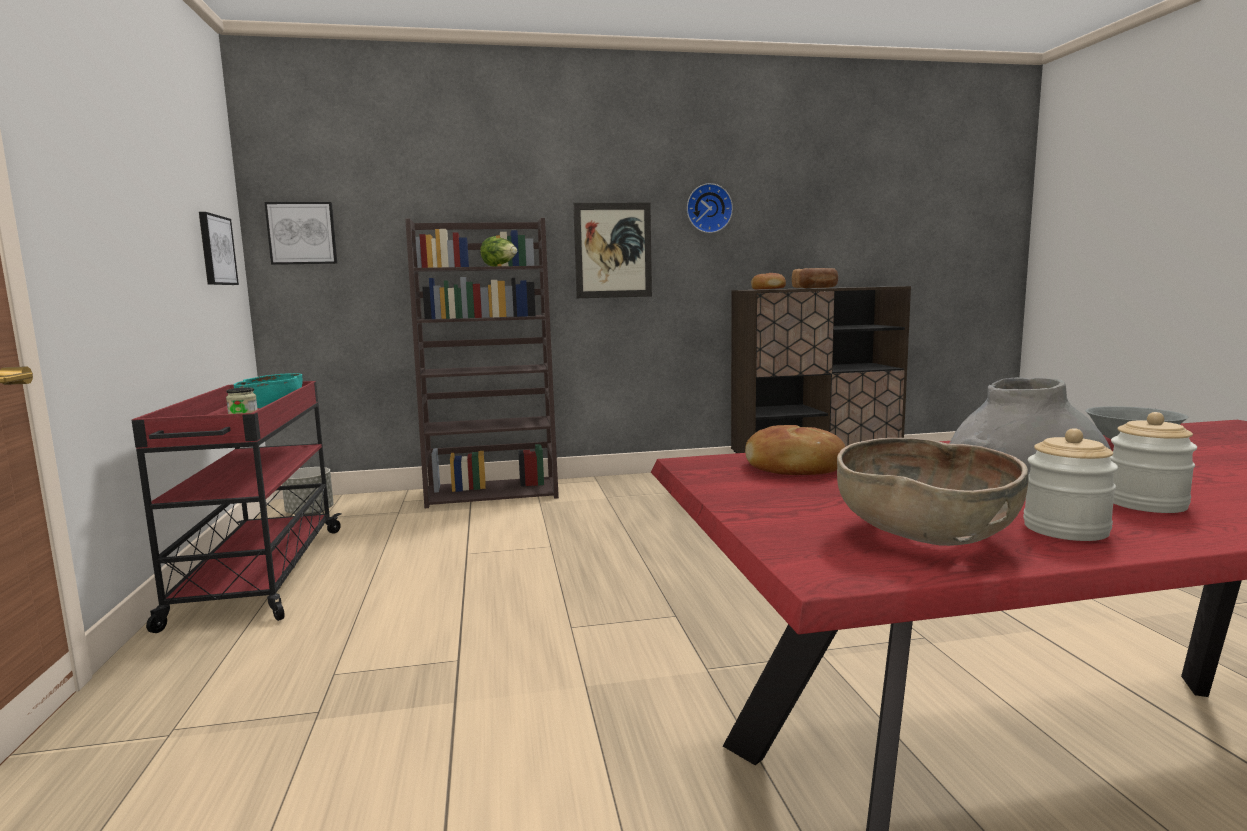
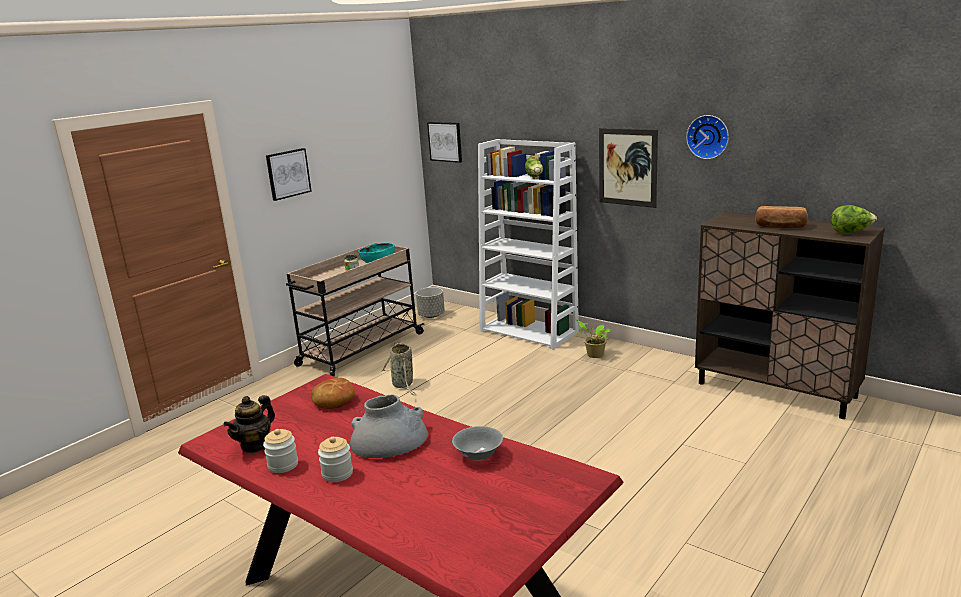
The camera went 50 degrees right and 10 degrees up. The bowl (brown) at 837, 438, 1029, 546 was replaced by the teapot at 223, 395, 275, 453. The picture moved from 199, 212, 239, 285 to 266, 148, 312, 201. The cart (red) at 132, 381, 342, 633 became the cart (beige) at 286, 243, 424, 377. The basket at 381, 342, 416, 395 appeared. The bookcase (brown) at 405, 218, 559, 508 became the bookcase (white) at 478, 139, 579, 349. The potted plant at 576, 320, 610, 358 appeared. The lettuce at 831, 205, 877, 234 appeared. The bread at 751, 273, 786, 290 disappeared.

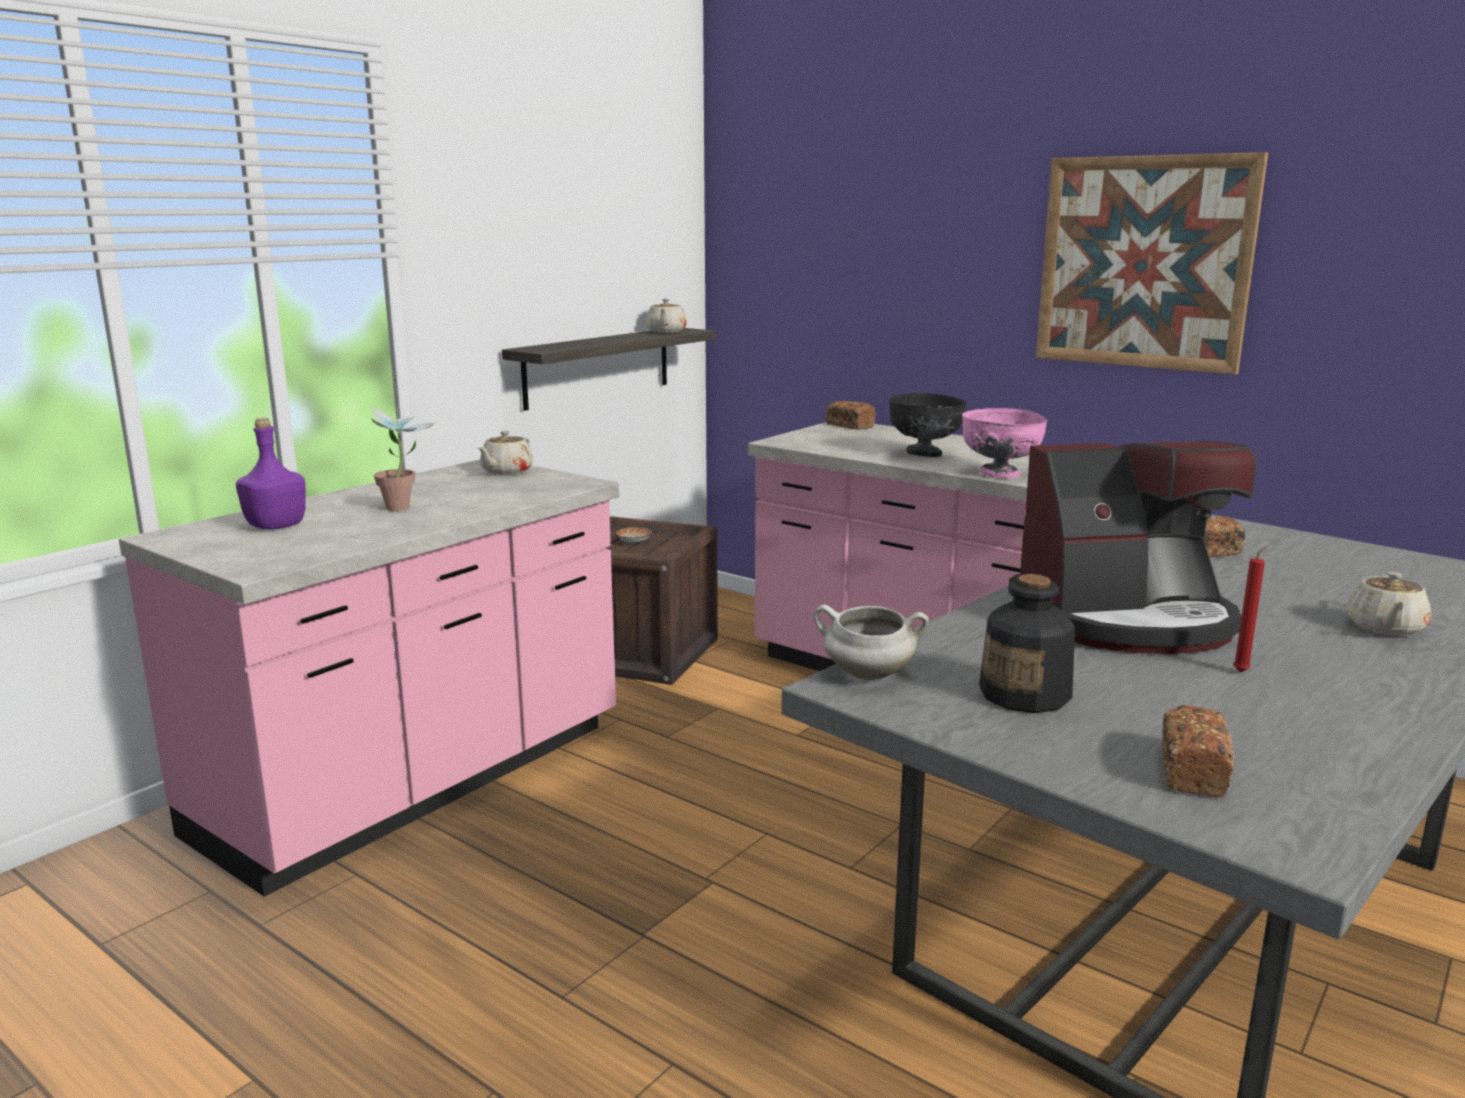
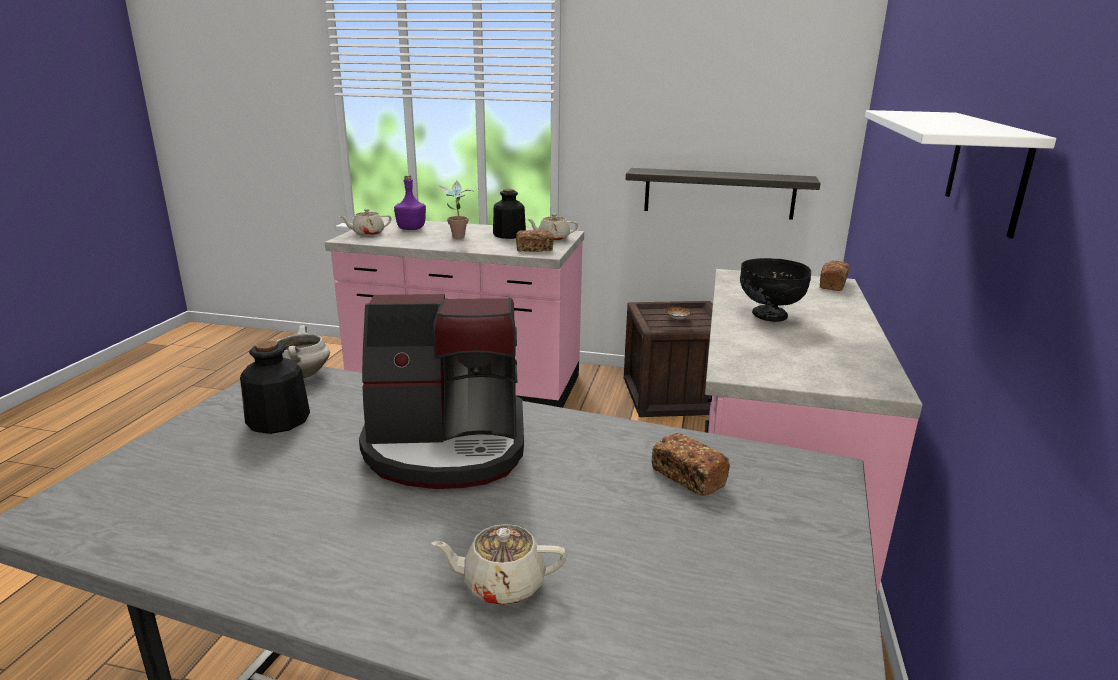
The camera went 65 degrees right and 5 degrees up. The teapot (beige) moved from 646, 299, 687, 333 to 339, 209, 392, 236. The coffee machine at 1008, 441, 1256, 654 turned 60 degrees counterclockwise. The bottle at 493, 189, 526, 239 appeared. The bread moved from 1162, 705, 1235, 798 to 516, 230, 553, 252. The picture at 1036, 152, 1268, 375 was replaced by the shelf (white) at 865, 110, 1056, 238. The bowl (pink) at 962, 408, 1047, 478 disappeared. The candle (red) at 1233, 545, 1268, 672 disappeared.

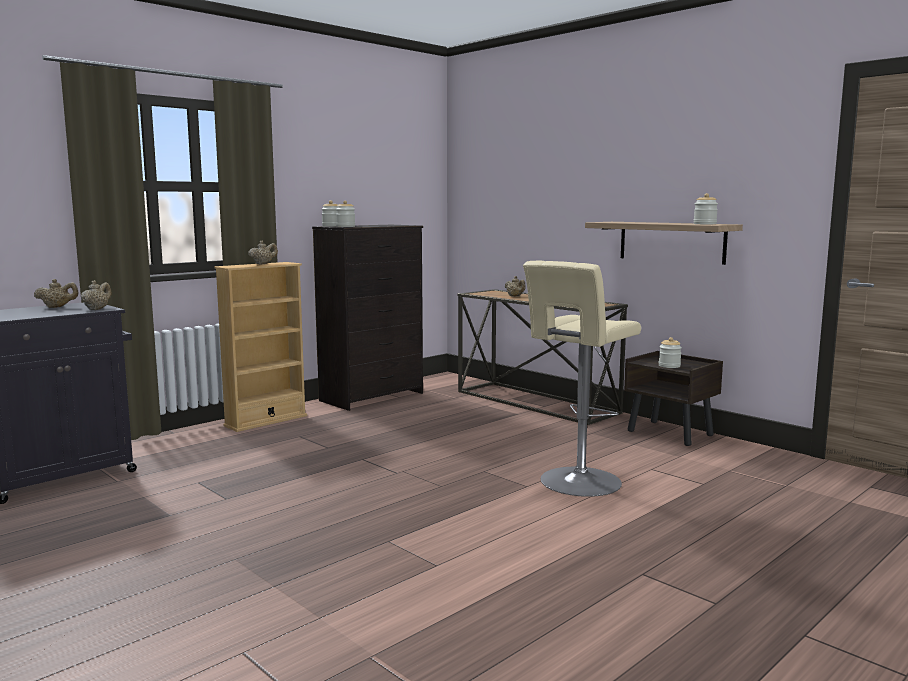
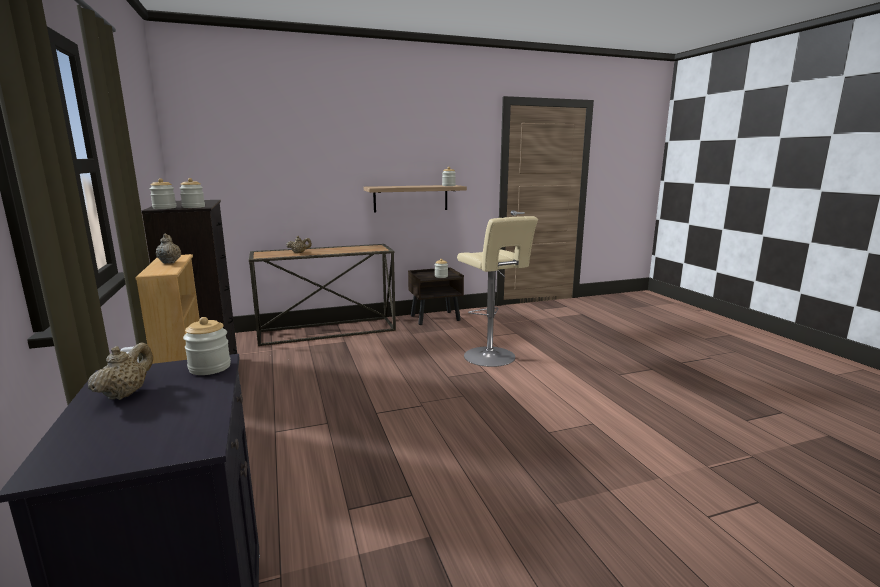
The camera went 65 degrees left and 5 degrees up. The teapot (beige) at 81, 280, 111, 310 was replaced by the jar at 183, 317, 231, 375.

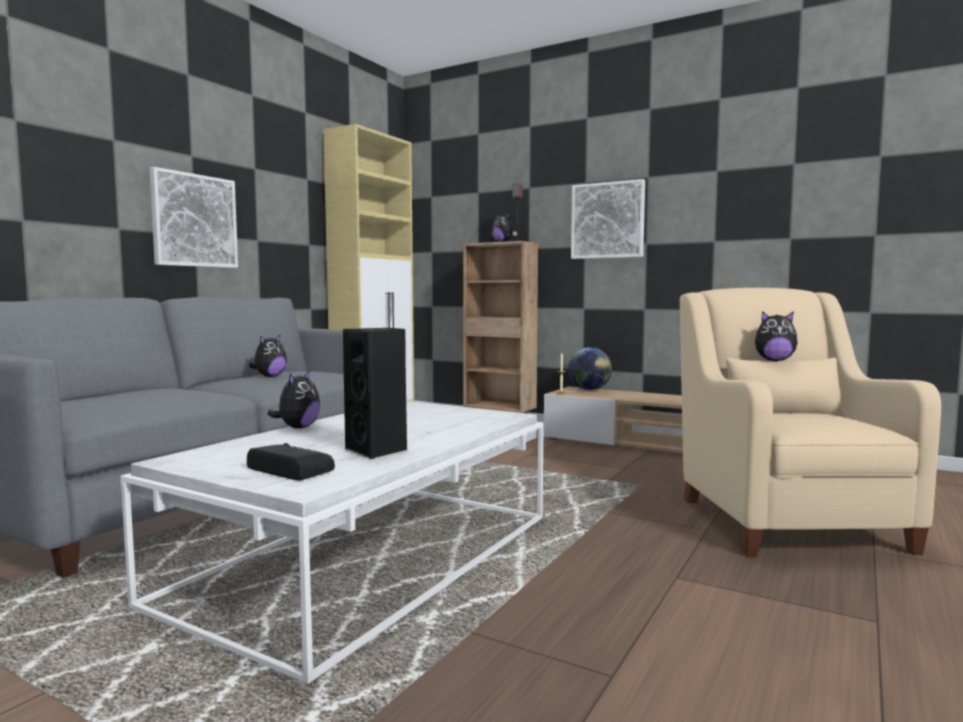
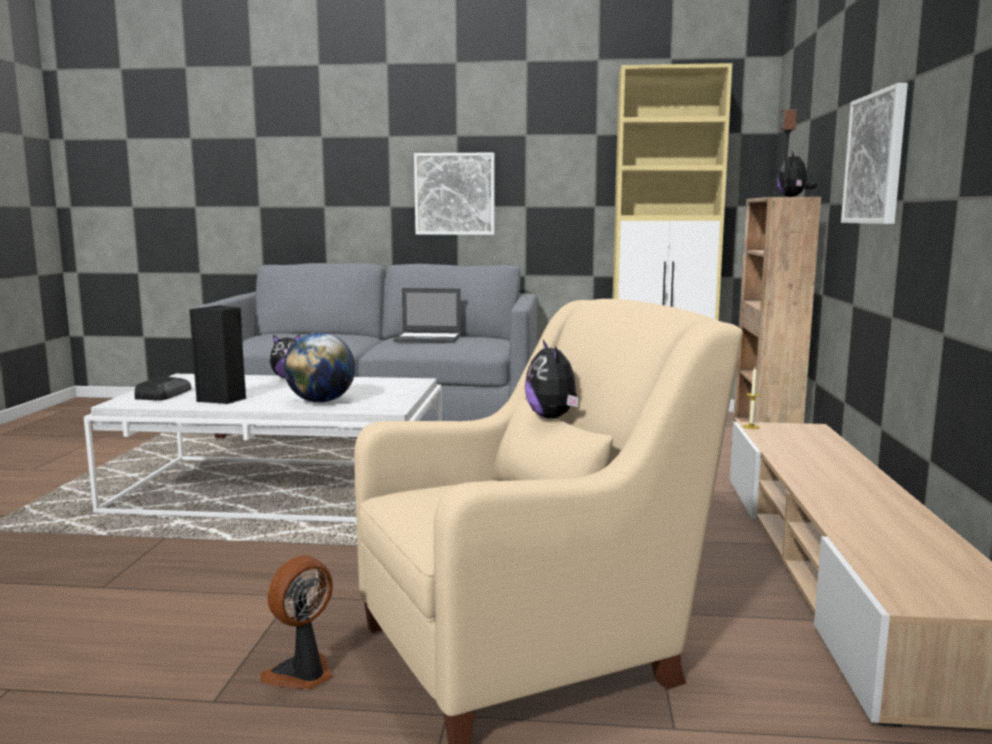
The camera went 65 degrees right and 5 degrees up. The fan at 260, 555, 333, 689 appeared. The globe moved from 568, 347, 612, 390 to 284, 333, 355, 403. The plush toy at 249, 335, 287, 377 was replaced by the laptop at 393, 288, 461, 343.

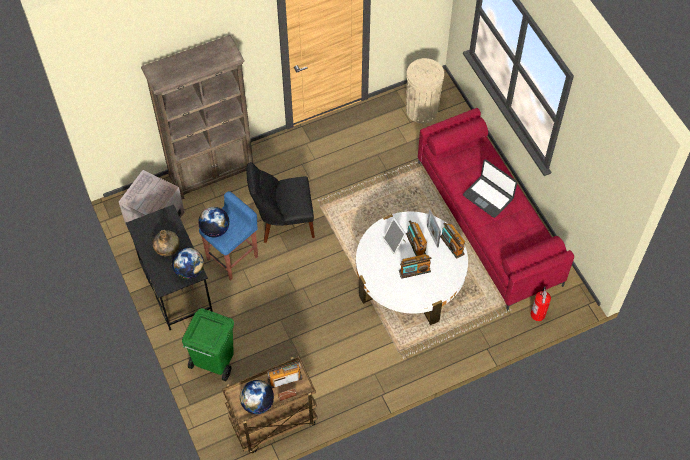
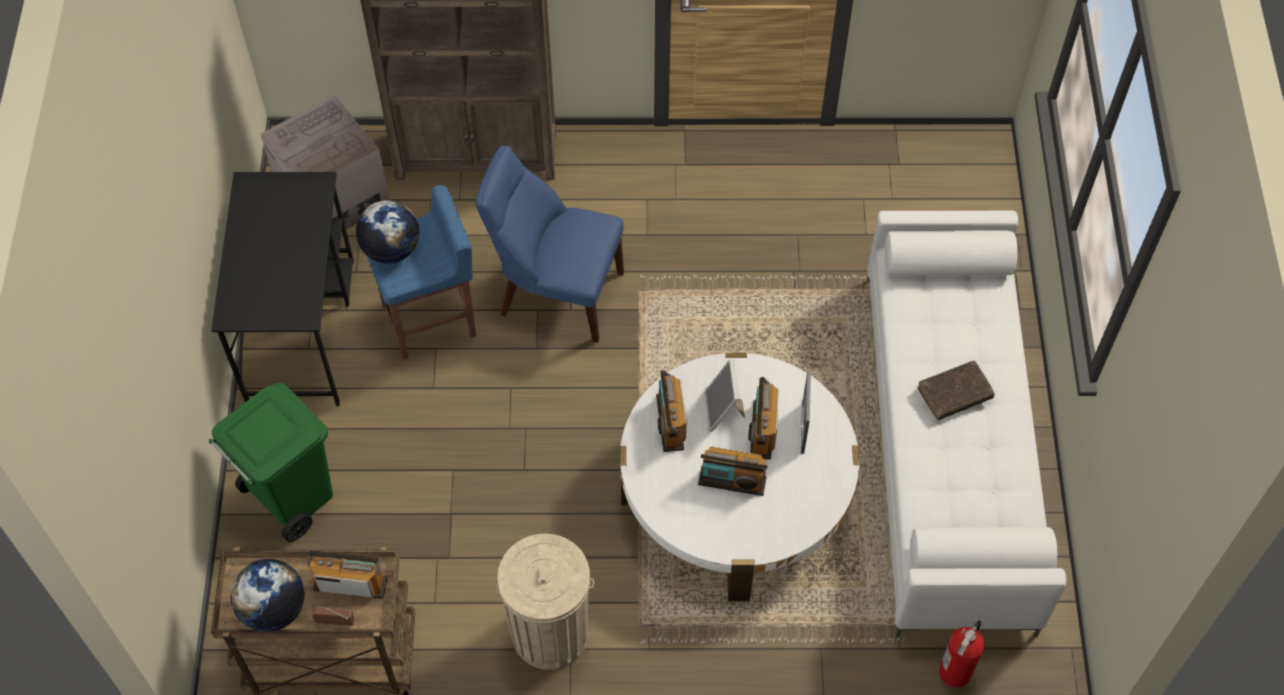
The camera went 25 degrees right and 0 degrees up. The chair (black) at 247, 162, 315, 243 became the chair (blue) at 476, 146, 624, 343. The trash can (beige) moved from 406, 58, 444, 123 to 496, 534, 594, 670. The radio moved from 440, 223, 465, 259 to 656, 370, 687, 452. The sofa (red) at 418, 108, 574, 311 became the sofa (white) at 867, 211, 1067, 638. The laptop at 463, 159, 517, 218 was replaced by the book (brown) at 918, 361, 995, 420. The bottle (green) at 152, 230, 180, 256 disappeared. The globe at 172, 247, 204, 279 disappeared.

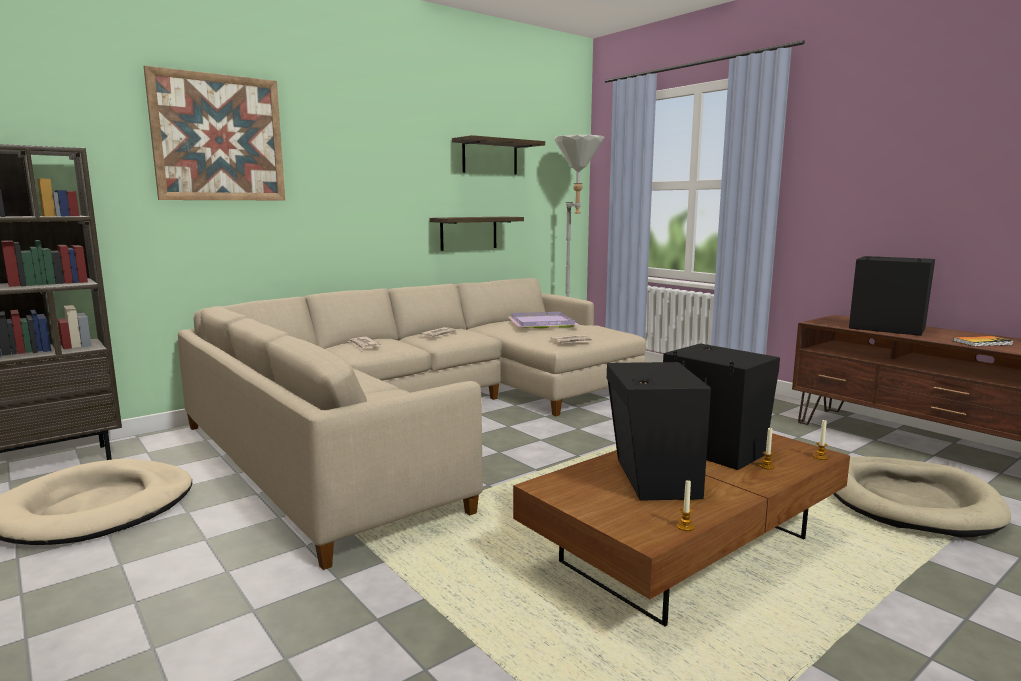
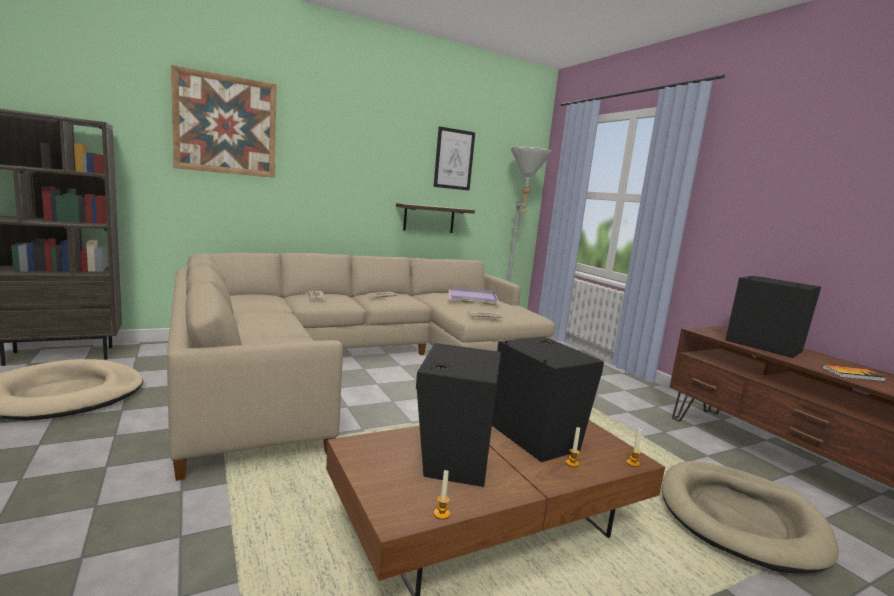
The camera went 10 degrees right and 0 degrees up. The shelf at 452, 135, 545, 175 was replaced by the picture at 434, 126, 475, 191.

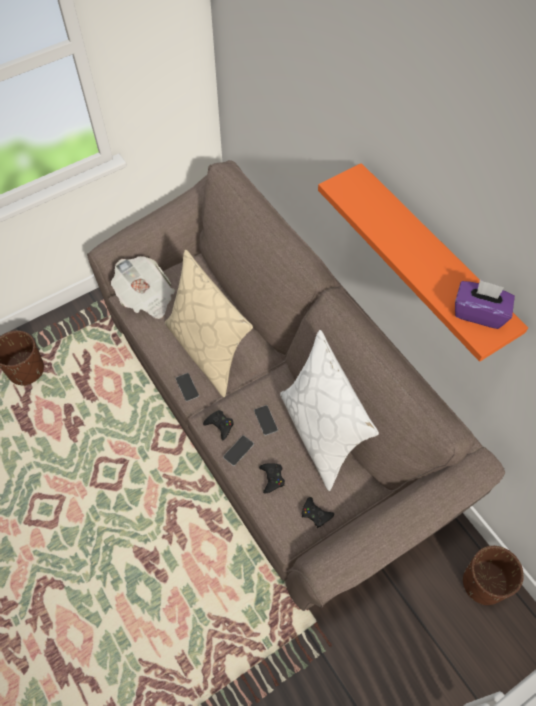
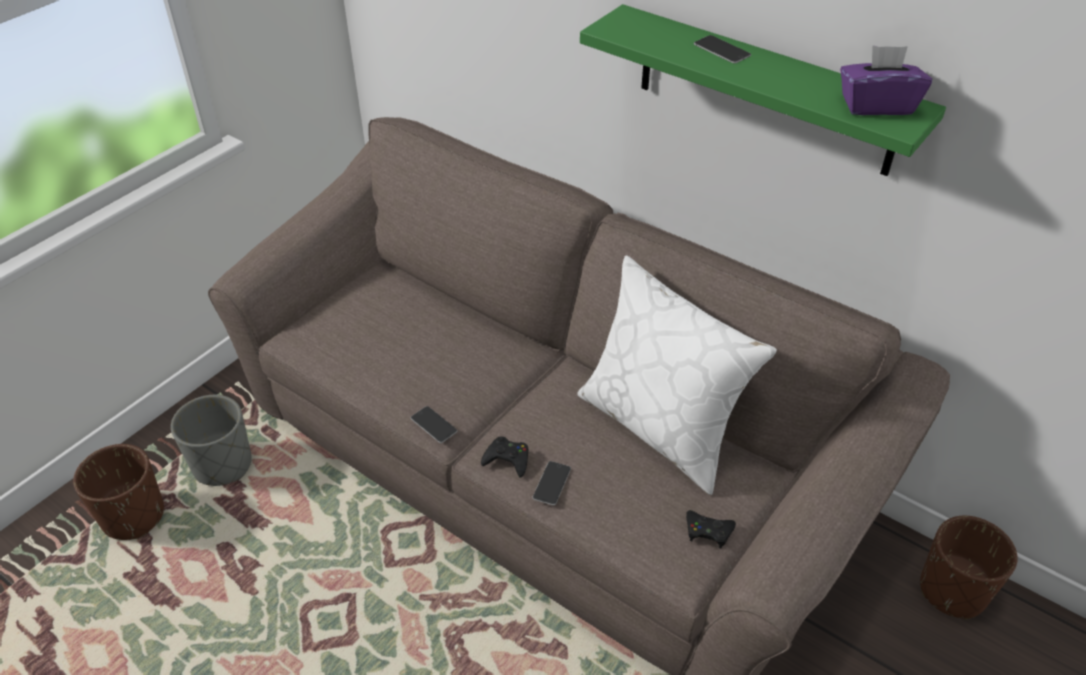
The camera went 20 degrees left and 15 degrees down. The planter (grey) at 171, 395, 252, 486 appeared. The shelf (orange) at 318, 163, 528, 362 became the shelf (green) at 580, 4, 946, 176. The phone moved from 254, 405, 278, 436 to 694, 35, 751, 64. The newspaper at 111, 256, 175, 319 disappeared. The pillow (beige) at 165, 250, 253, 397 disappeared. The game controller (black) at 259, 463, 285, 493 disappeared.

